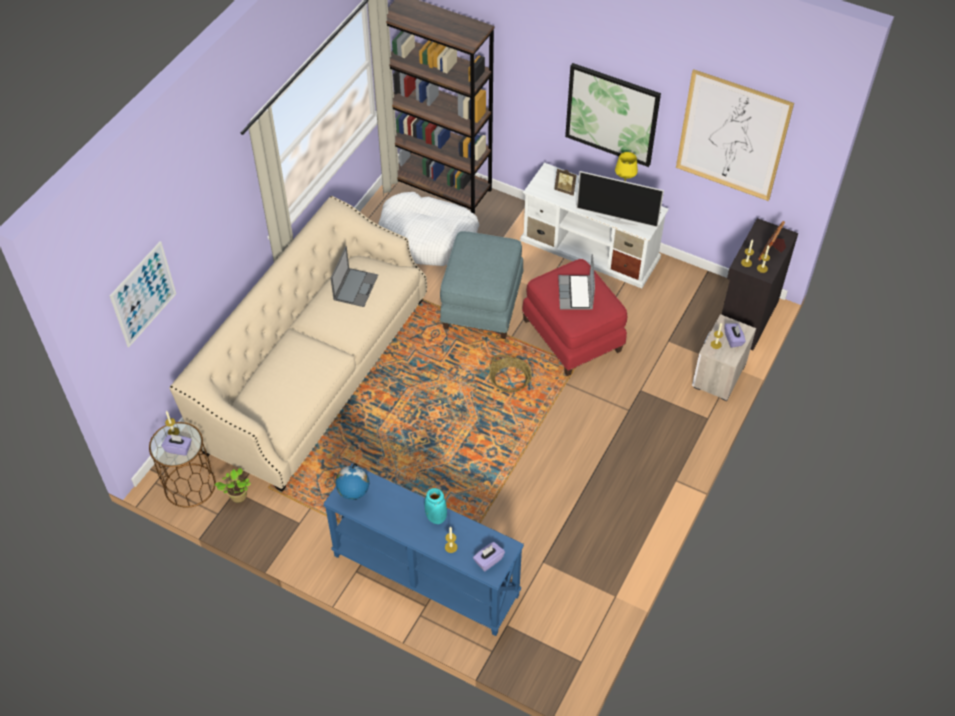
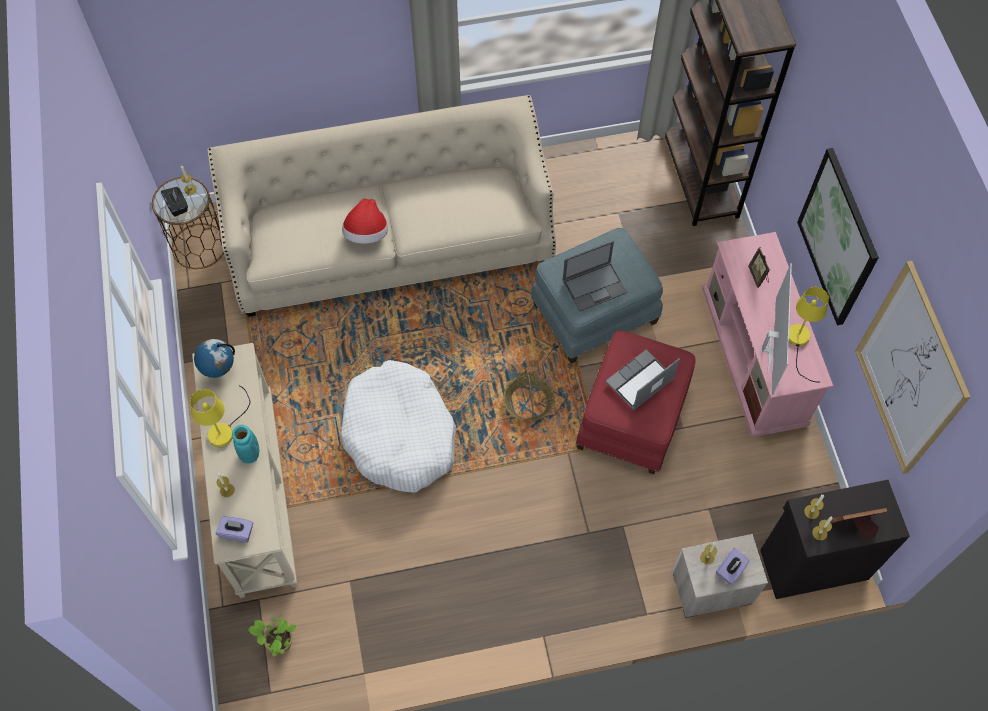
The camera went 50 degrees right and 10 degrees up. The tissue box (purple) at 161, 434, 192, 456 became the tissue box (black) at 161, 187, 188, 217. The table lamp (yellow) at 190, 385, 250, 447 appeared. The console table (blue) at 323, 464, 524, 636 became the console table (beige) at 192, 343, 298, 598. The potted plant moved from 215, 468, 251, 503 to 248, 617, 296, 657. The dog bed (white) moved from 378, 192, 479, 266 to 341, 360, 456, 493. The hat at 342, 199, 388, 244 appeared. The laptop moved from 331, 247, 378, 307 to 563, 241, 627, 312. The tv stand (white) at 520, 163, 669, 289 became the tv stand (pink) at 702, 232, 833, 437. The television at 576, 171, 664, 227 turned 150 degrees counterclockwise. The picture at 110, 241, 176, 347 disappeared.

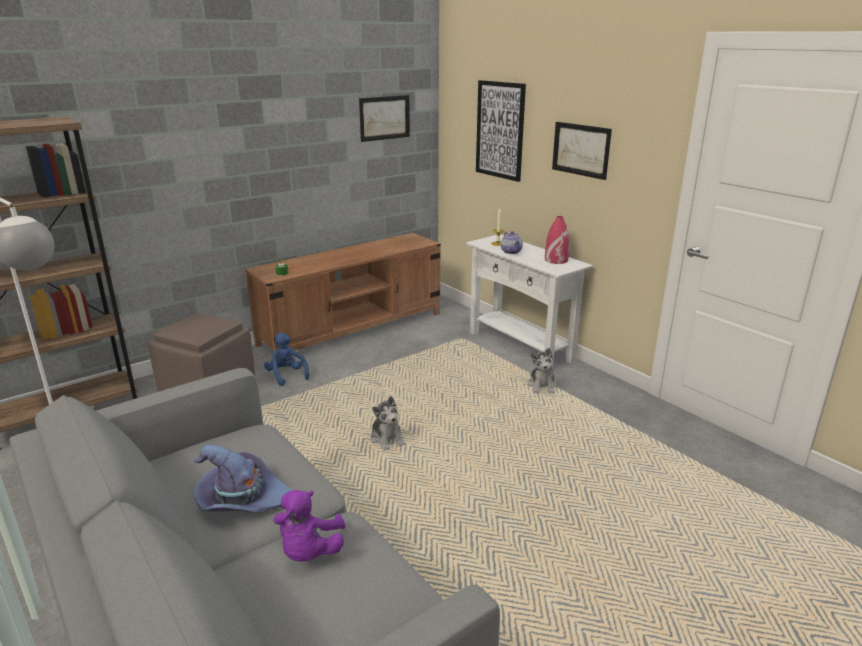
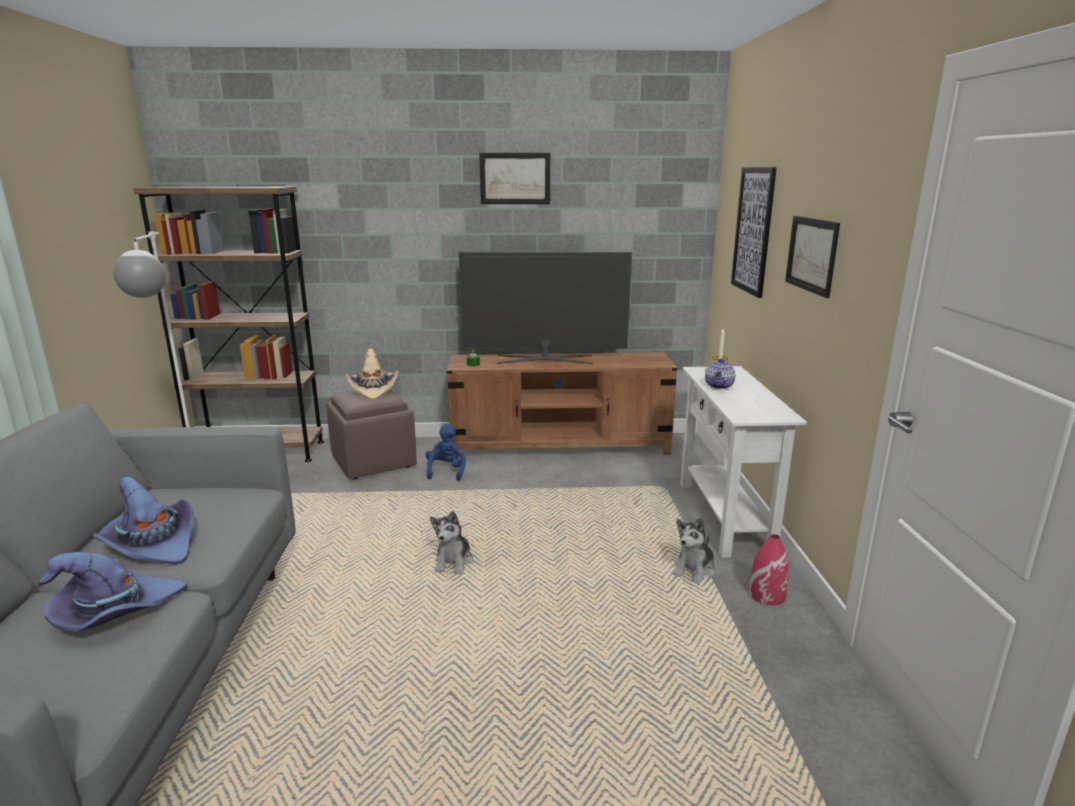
The camera went 35 degrees right and 5 degrees down. The plush toy (purple) at 273, 490, 346, 562 was replaced by the hat (purple) at 39, 552, 186, 632. The hat (beige) at 346, 349, 398, 400 appeared. The television at 459, 252, 632, 364 appeared. The picture moved from 359, 95, 410, 142 to 479, 153, 550, 204. The vase (red) moved from 545, 216, 570, 264 to 749, 534, 789, 605.

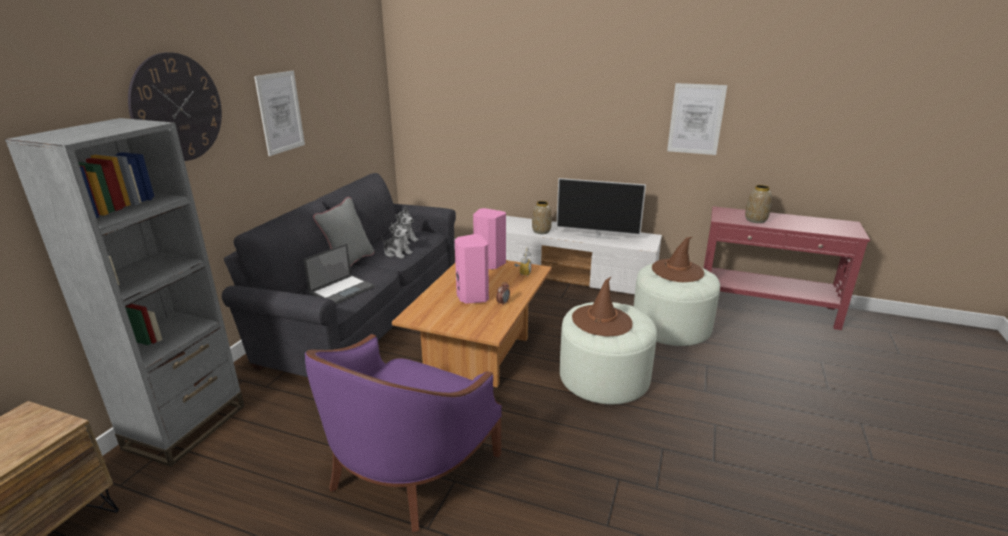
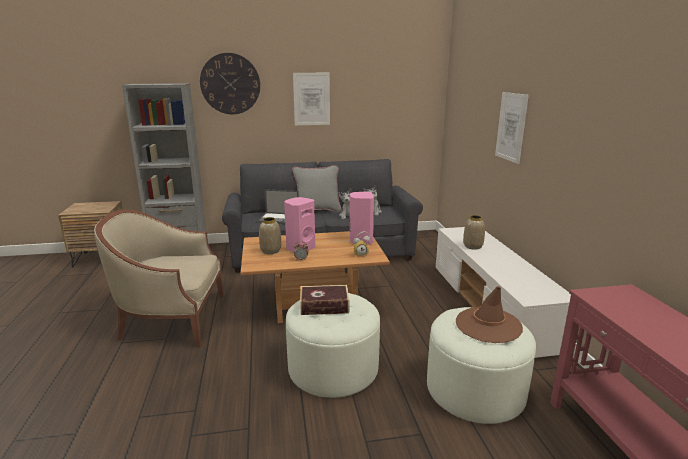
The camera went 60 degrees right and 5 degrees down. The armchair (purple) at 305, 334, 502, 532 became the armchair (beige) at 94, 209, 224, 347. The vase moved from 745, 185, 772, 223 to 259, 217, 281, 254. The hat (brown) at 572, 277, 633, 337 was replaced by the book at 300, 285, 349, 315. The picture moved from 667, 83, 727, 155 to 495, 92, 529, 164. The television at 556, 178, 646, 239 disappeared.

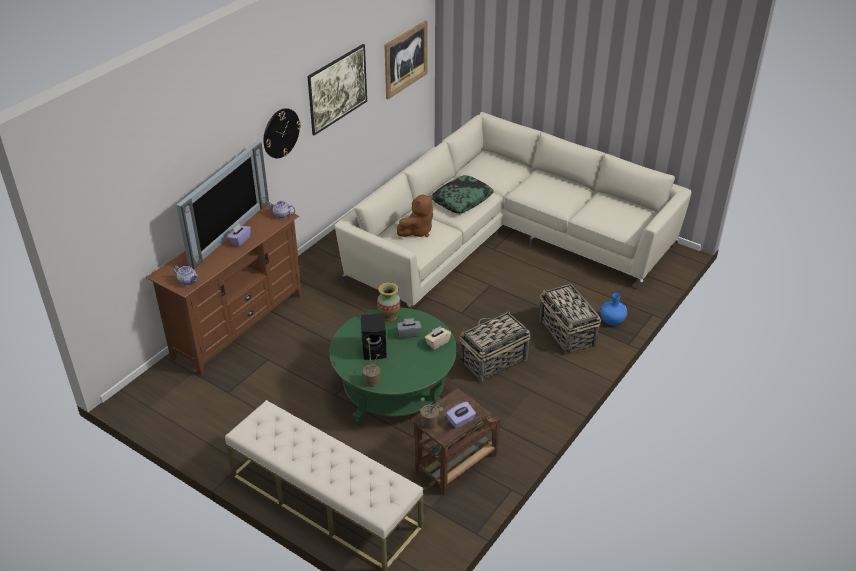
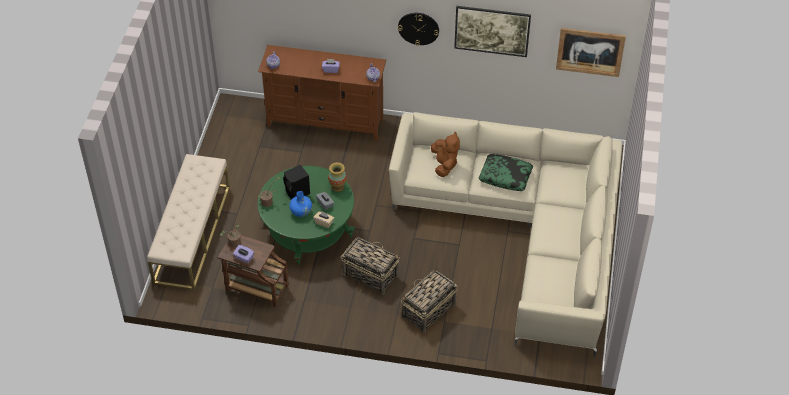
The camera went 65 degrees right and 10 degrees up. The vase (blue) moved from 600, 293, 627, 326 to 289, 191, 312, 217. The plush toy (brown) at 397, 194, 433, 237 turned 120 degrees counterclockwise. The television at 176, 141, 269, 269 disappeared.

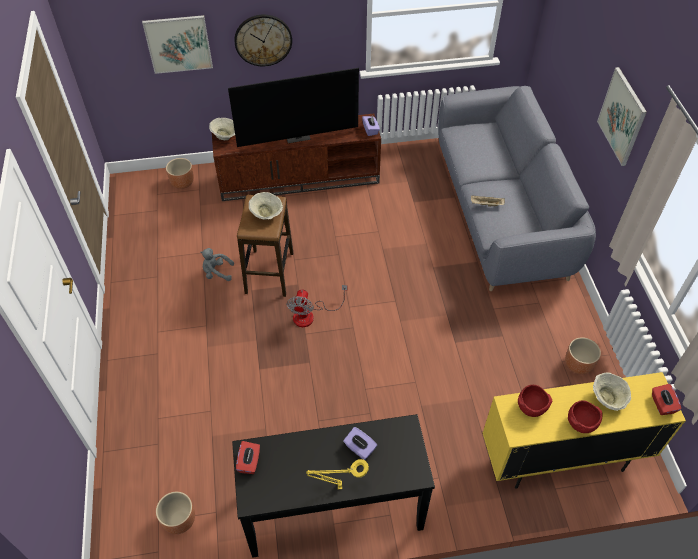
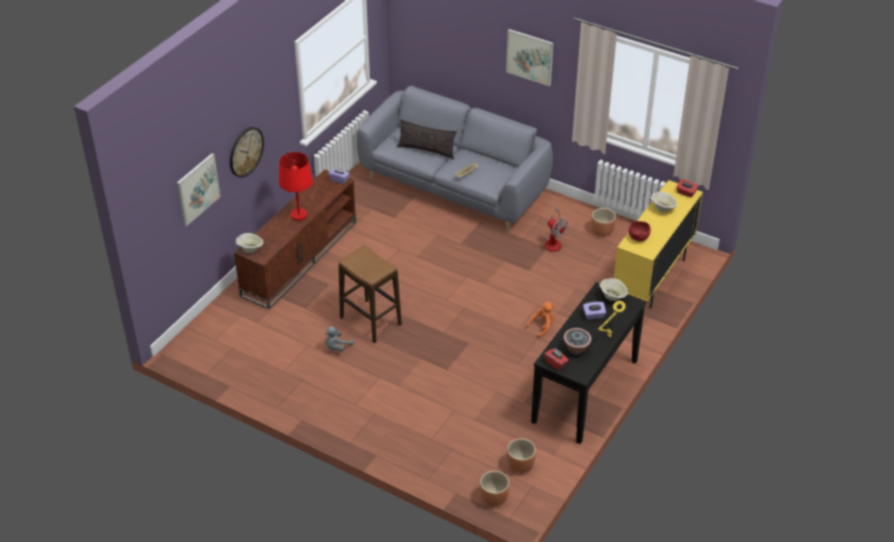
The camera went 50 degrees left and 10 degrees down. The television at 228, 68, 359, 147 was replaced by the table lamp (red) at 279, 152, 313, 221. The pillow at 397, 119, 457, 159 appeared. The planter (brown) moved from 166, 158, 194, 189 to 480, 471, 509, 506. The plush toy (orange) at 526, 302, 555, 338 appeared. The fan moved from 286, 285, 347, 327 to 544, 207, 568, 252. The potted plant at 564, 328, 591, 355 appeared. The bowl (beige) moved from 249, 192, 283, 220 to 599, 278, 628, 301. The bowl (red) at 568, 400, 603, 433 disappeared.

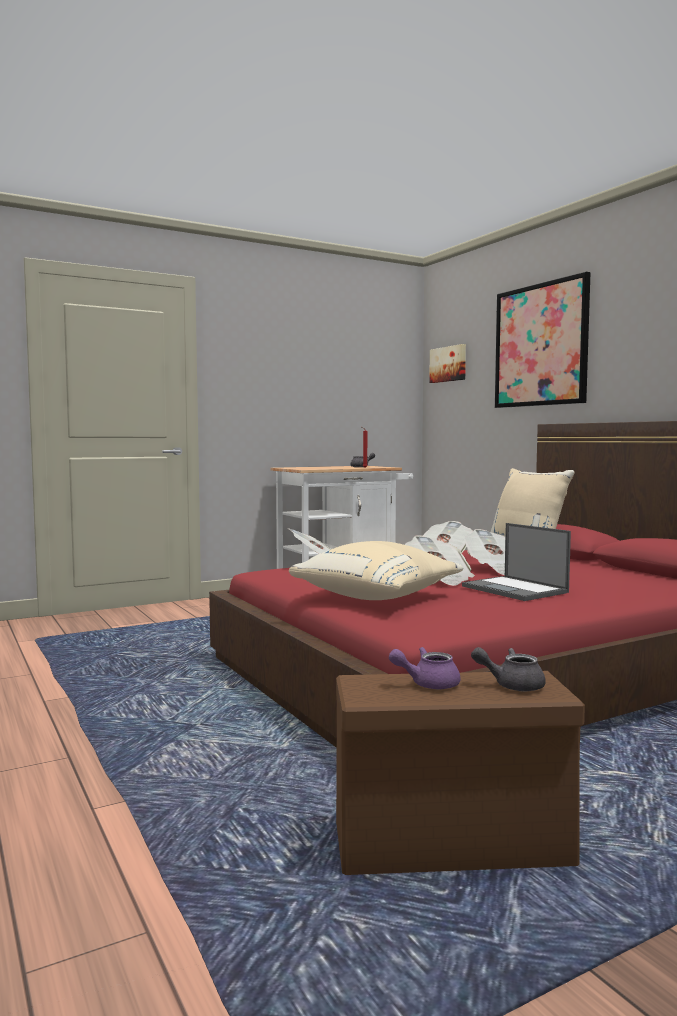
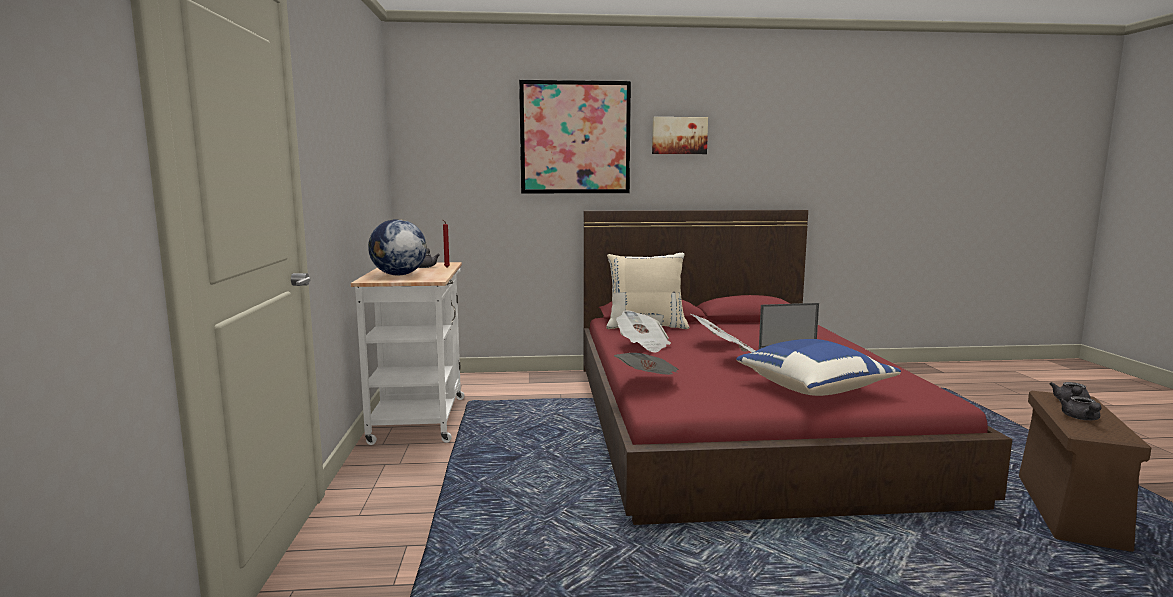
The camera went 65 degrees left and 5 degrees up. The globe at 368, 219, 427, 275 appeared. The picture moved from 429, 344, 466, 383 to 652, 117, 708, 154. The pillow (beige) at 289, 541, 463, 600 became the pillow (blue) at 736, 339, 901, 396. The teapot (purple) at 389, 647, 460, 689 became the teapot (grey) at 1059, 396, 1102, 420.

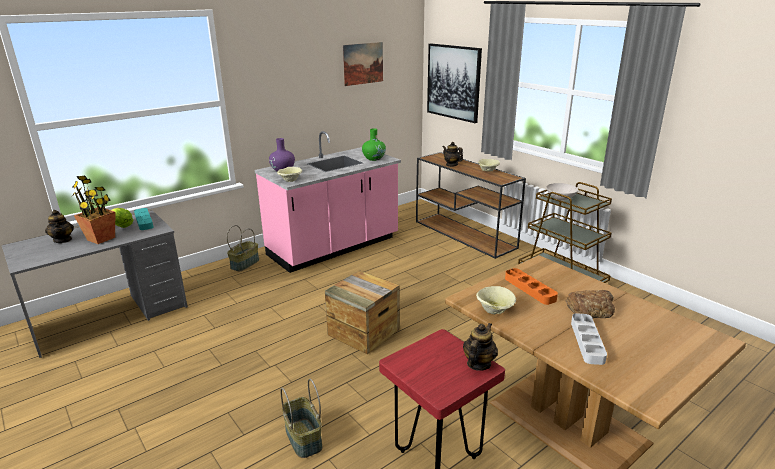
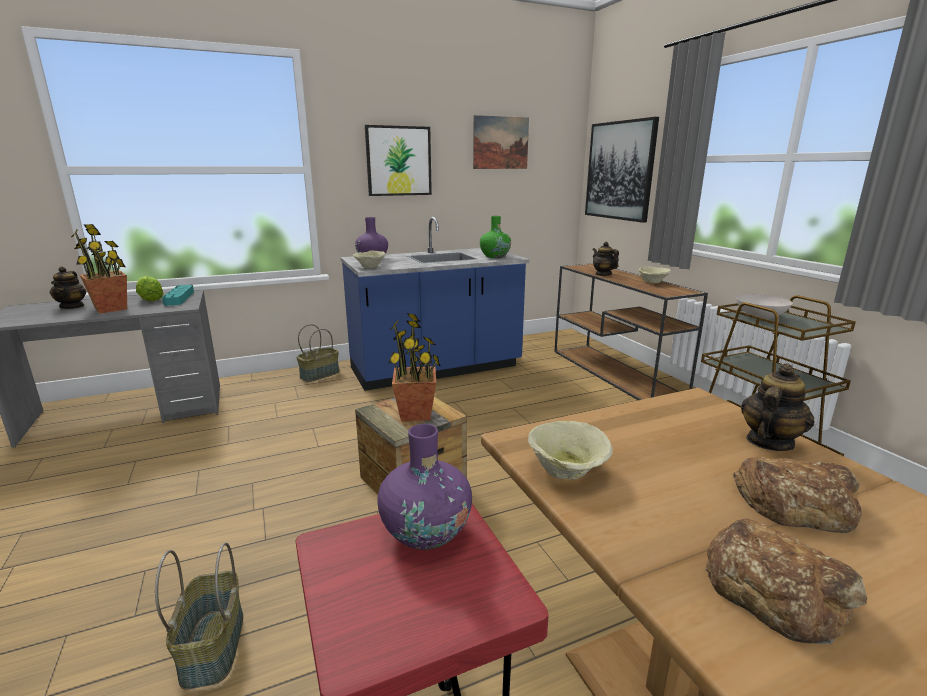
The camera went 15 degrees right and 5 degrees down. The counter (pink) at 255, 131, 401, 273 became the counter (blue) at 340, 217, 530, 391. The picture at 365, 125, 432, 196 appeared. The vase (purple) at 377, 424, 472, 550 appeared. The potted plant at 388, 313, 441, 422 appeared. The tray (grey) at 571, 313, 607, 365 was replaced by the bread at 705, 519, 867, 644. The teapot moved from 463, 323, 498, 371 to 741, 363, 815, 451. The tray (orange) at 505, 268, 558, 305 disappeared.

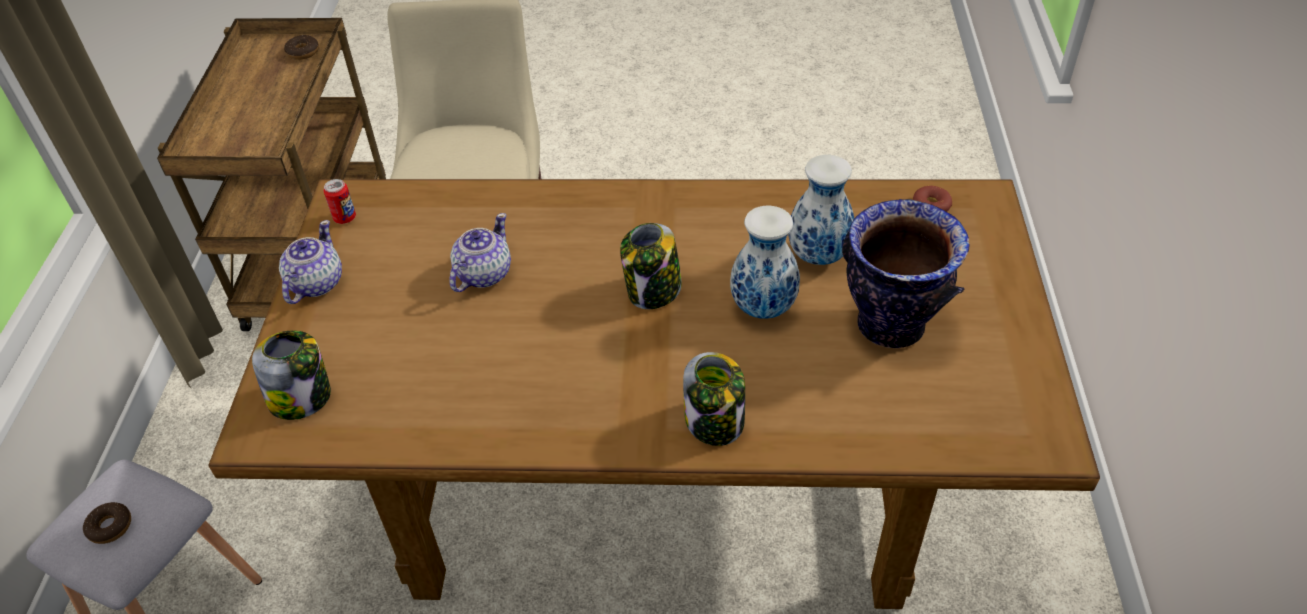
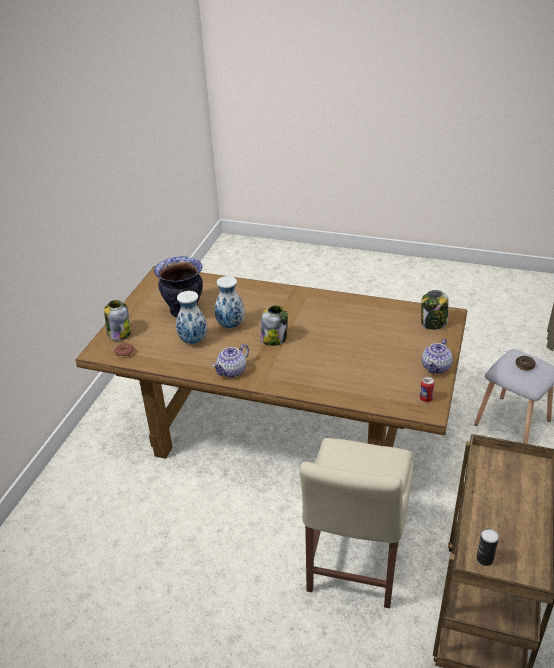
The camera went 165 degrees left and 10 degrees down. The jar moved from 683, 352, 745, 446 to 104, 300, 131, 341. The teapot moved from 449, 213, 511, 292 to 212, 344, 249, 377. The donut at 284, 35, 319, 60 was replaced by the can at 476, 529, 499, 566.

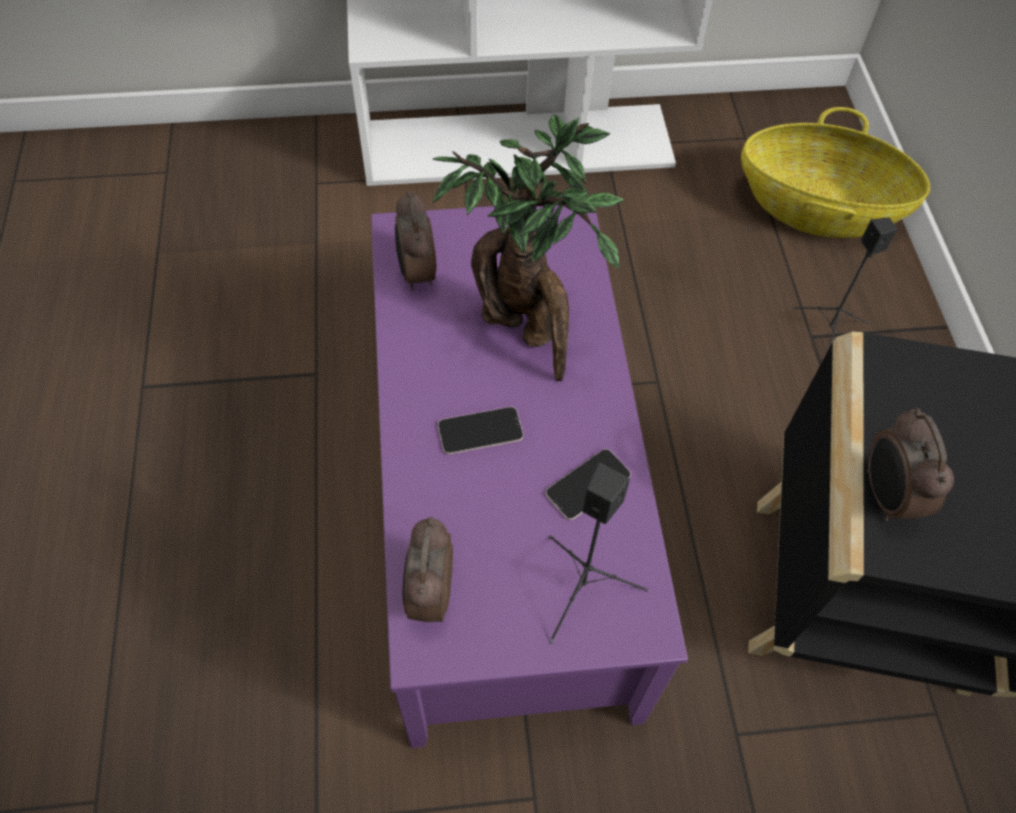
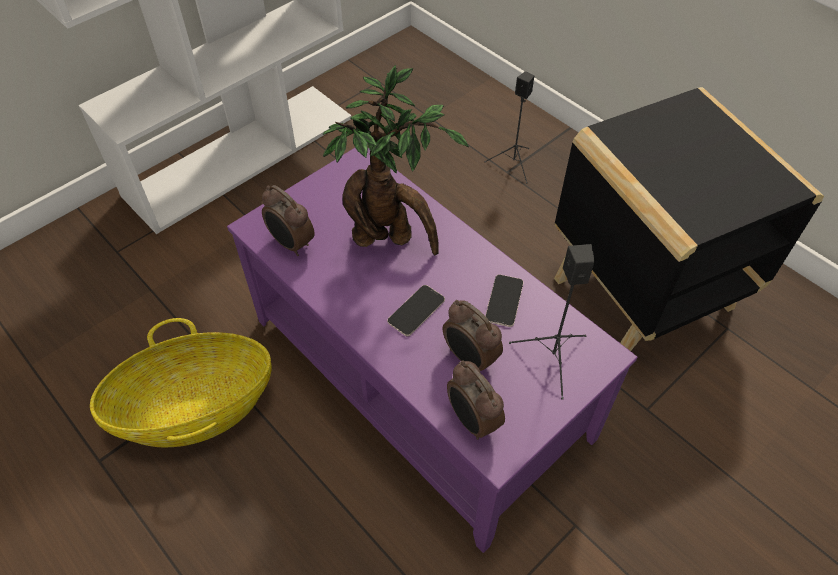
The camera went 35 degrees left and 5 degrees down. The basket moved from 741, 107, 930, 238 to 90, 318, 272, 447. The alarm clock moved from 867, 408, 954, 522 to 443, 300, 503, 371.

